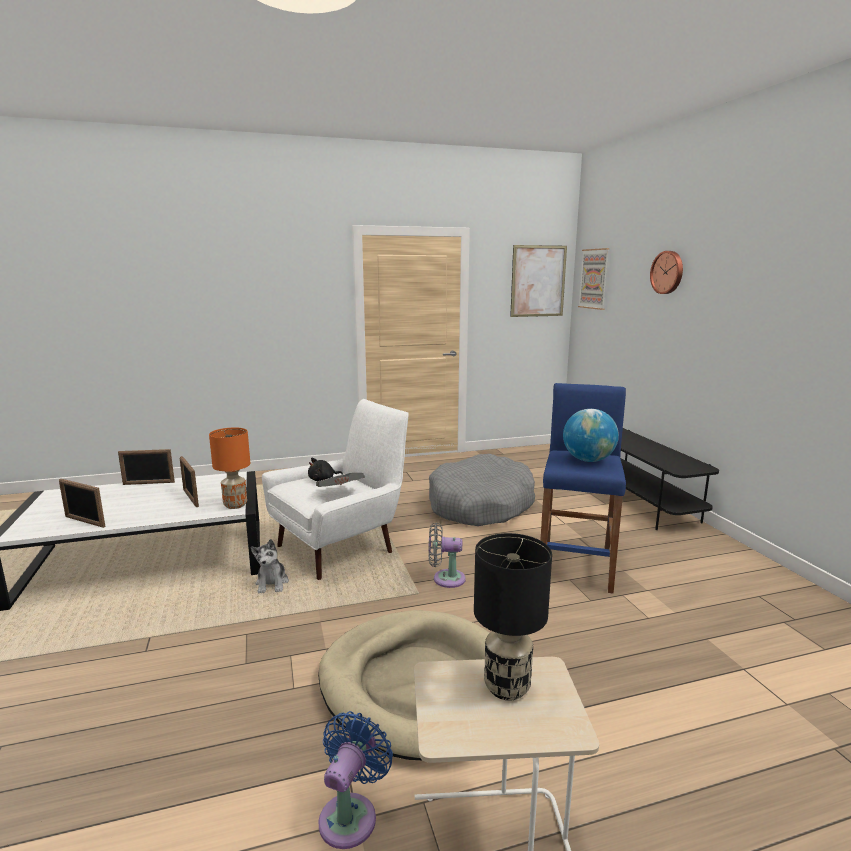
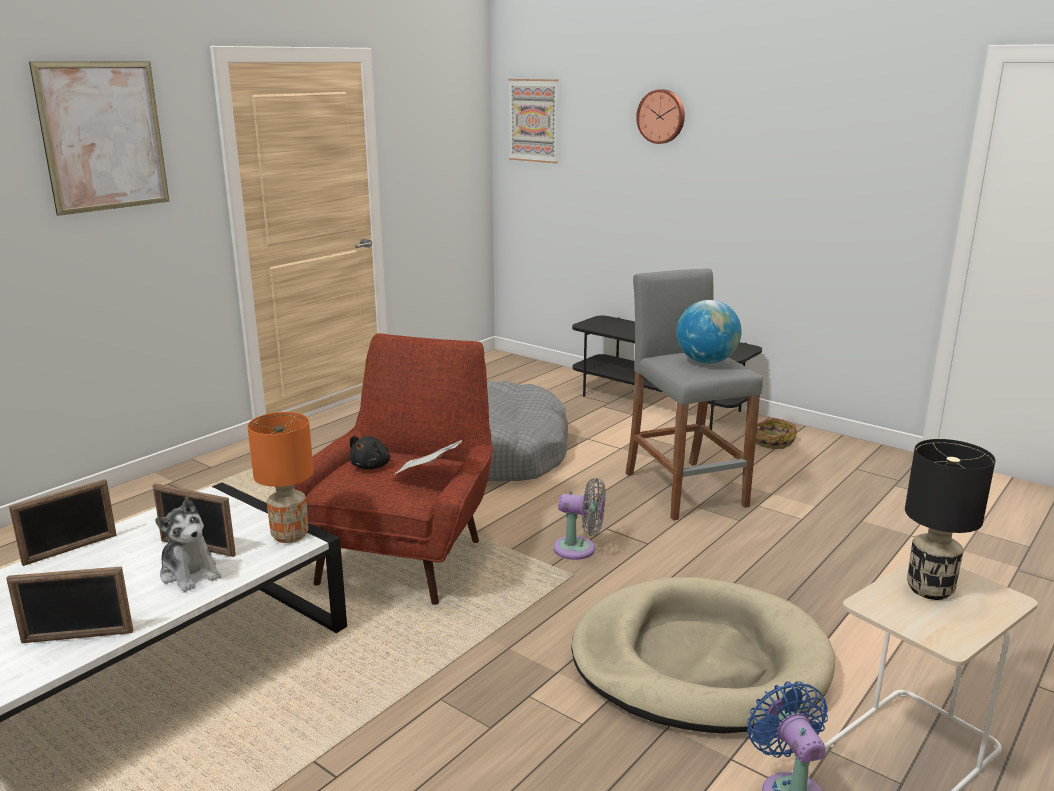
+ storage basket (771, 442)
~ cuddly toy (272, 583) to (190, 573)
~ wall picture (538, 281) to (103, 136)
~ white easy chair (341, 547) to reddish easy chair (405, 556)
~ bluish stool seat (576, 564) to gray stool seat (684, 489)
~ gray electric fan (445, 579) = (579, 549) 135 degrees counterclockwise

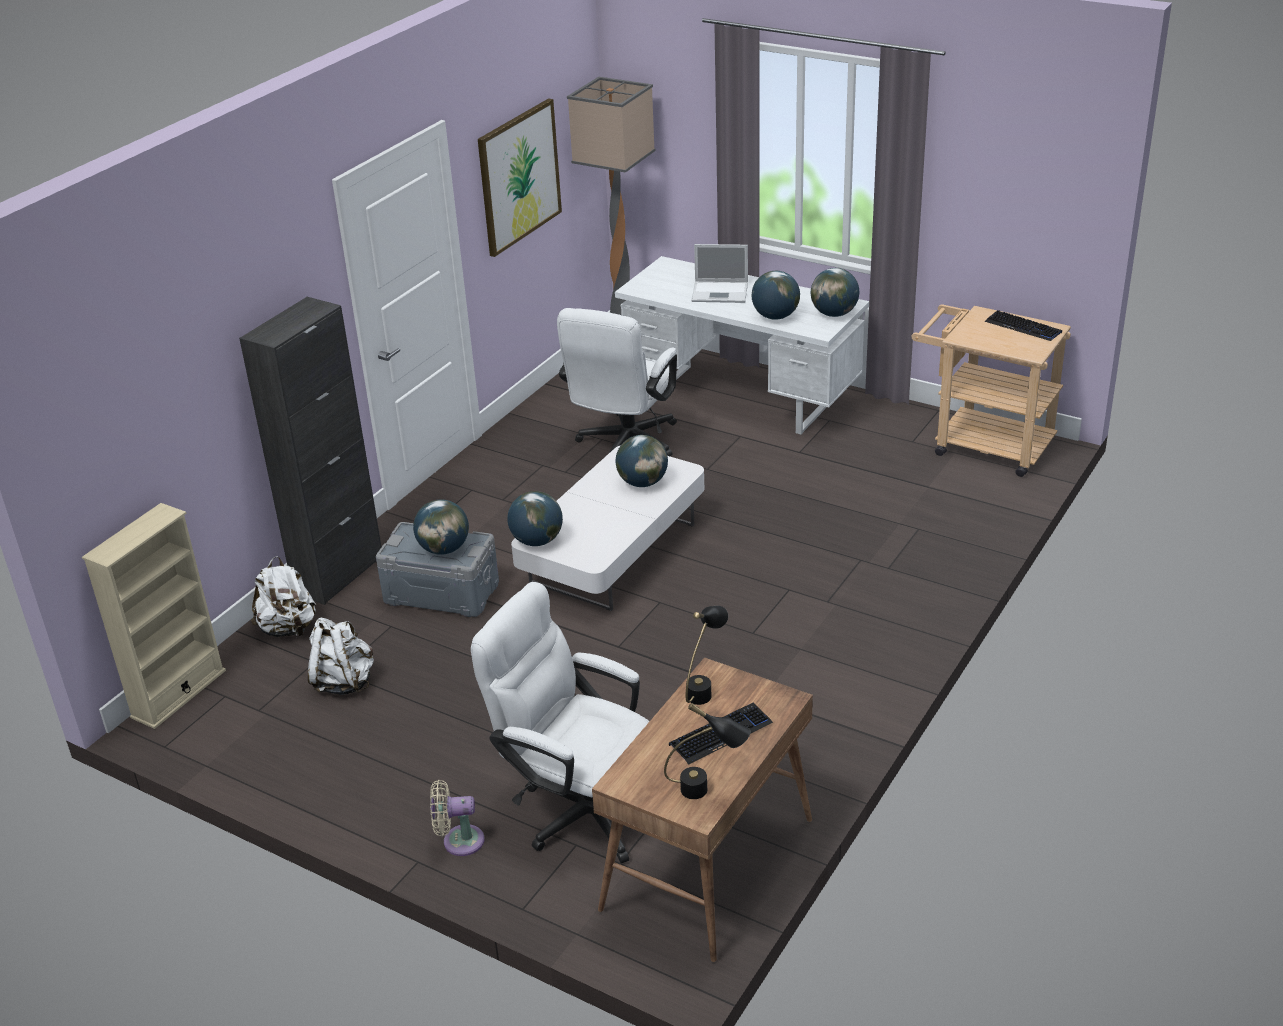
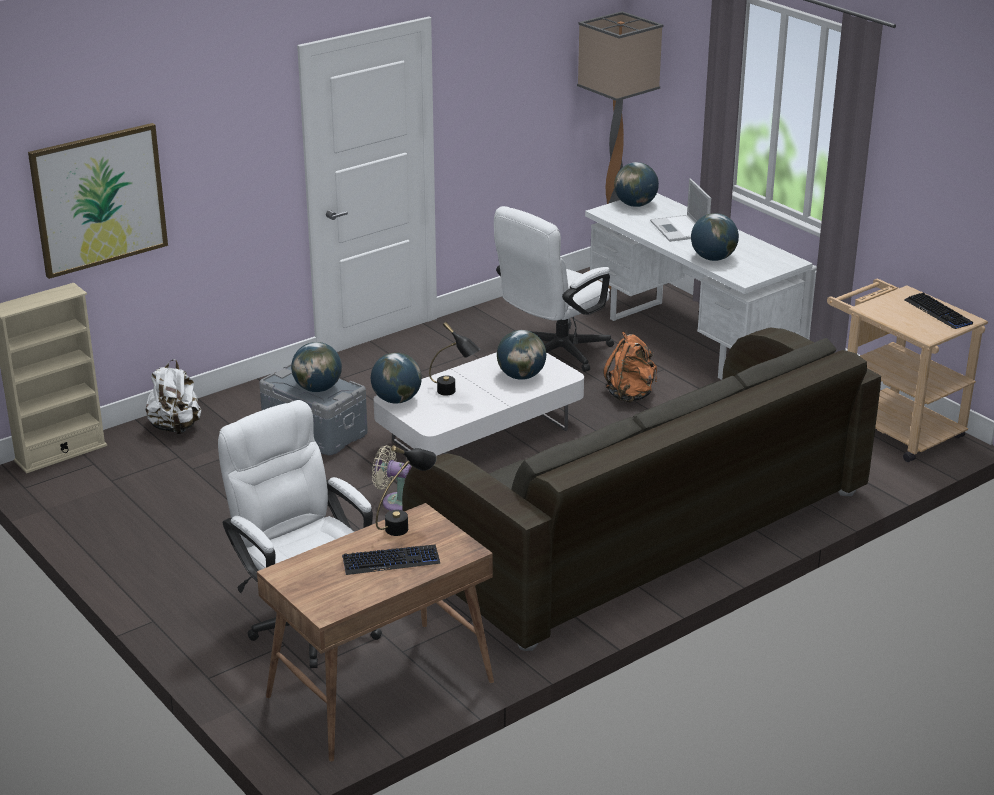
- black-coloured storage cabinet (338, 574)
- white knapsack (344, 682)
+ gray sofa (645, 529)
+ orange knapsack (630, 395)
~ beige electric fan (459, 841) to (395, 502)
~ wall picture (519, 176) to (99, 199)
~ black-coloured tabletop lamp (707, 791) to (454, 393)
~ world globe (834, 313) to (635, 205)
~ portable computer (721, 292) = (680, 229) 45 degrees clockwise

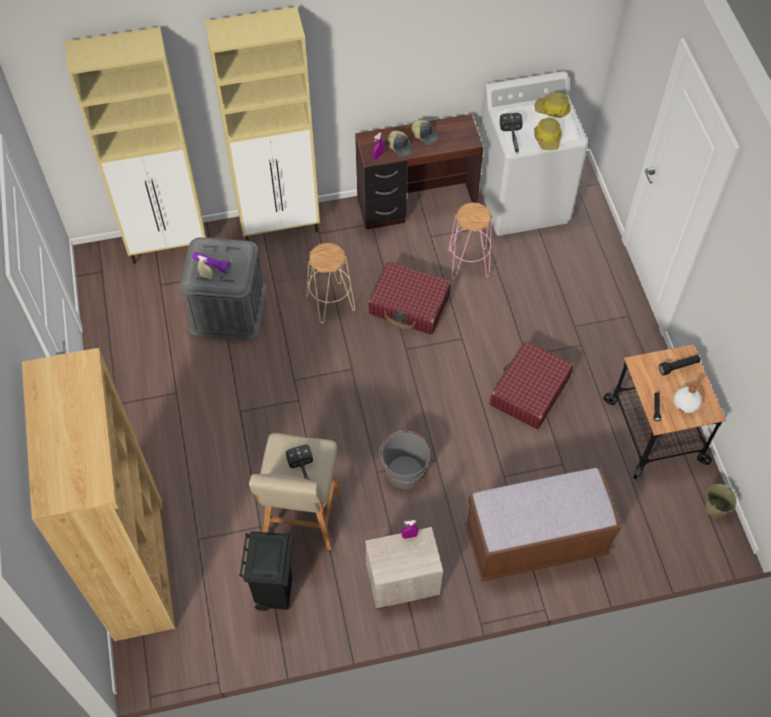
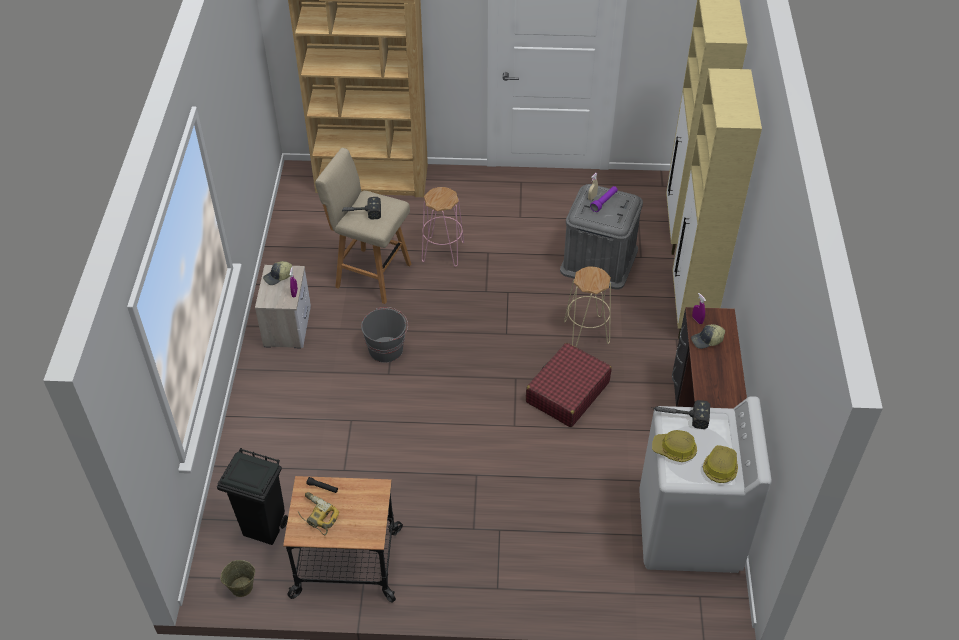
- brown-coloured long seat (535, 542)
- reddish suitcase (529, 391)
- black-coloured torch (678, 367)
~ black-coloured rubbish bin (275, 592) to (265, 528)
~ cap (425, 135) to (278, 277)
~ pink stool seat (468, 263) to (443, 251)
~ white bottle (686, 403) to power drill (316, 516)

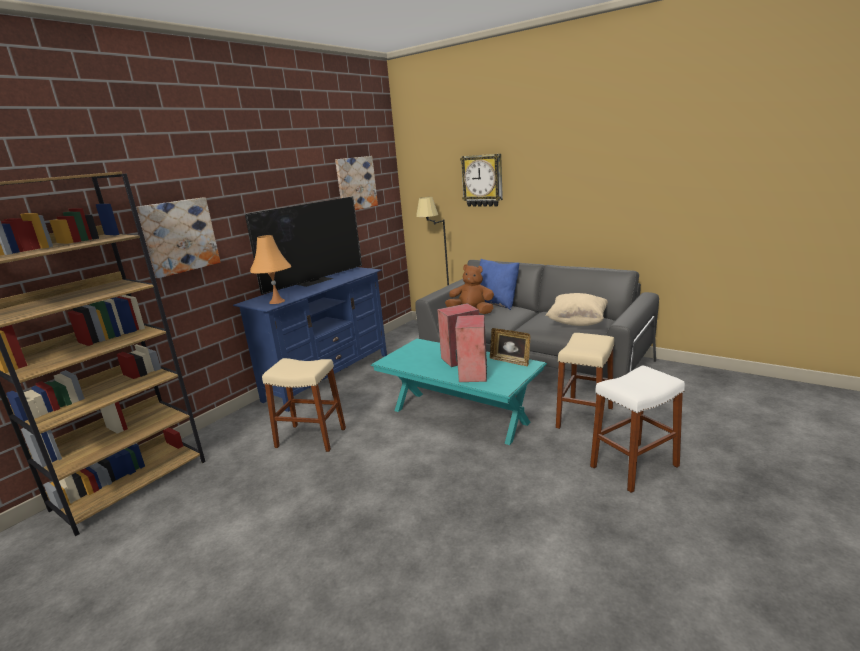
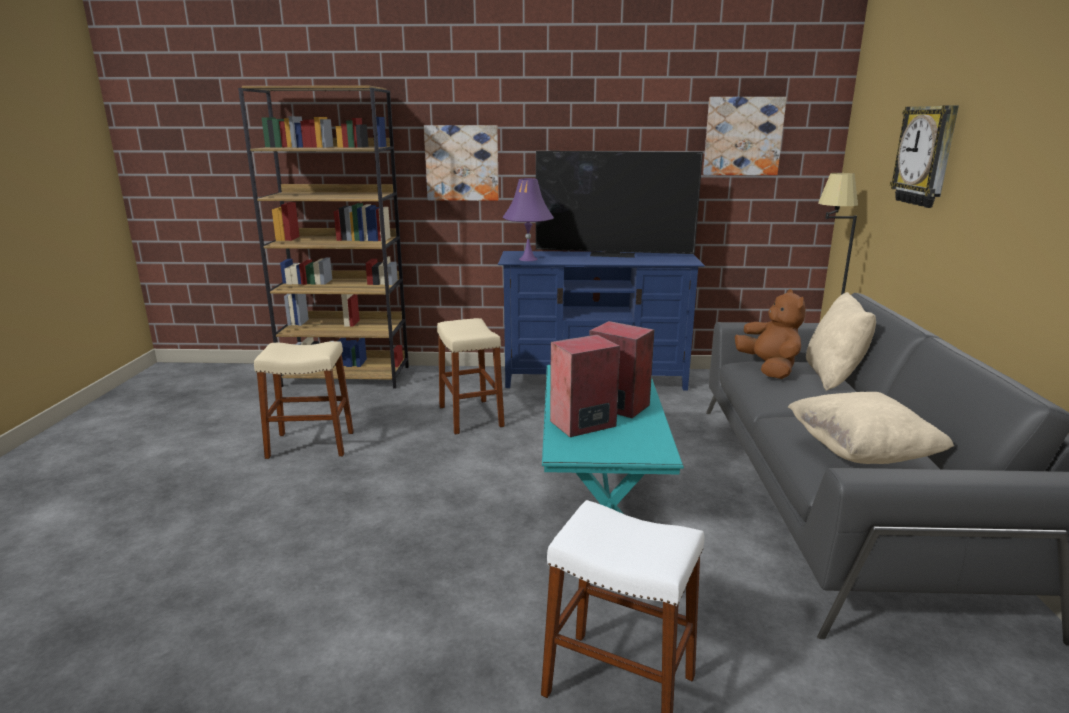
- standing frame (510, 361)
~ beige stool seat (585, 417) to (311, 445)
~ orange tabletop lamp (277, 301) to purple tabletop lamp (528, 259)
~ bluish cushion (496, 304) to beige cushion (833, 377)

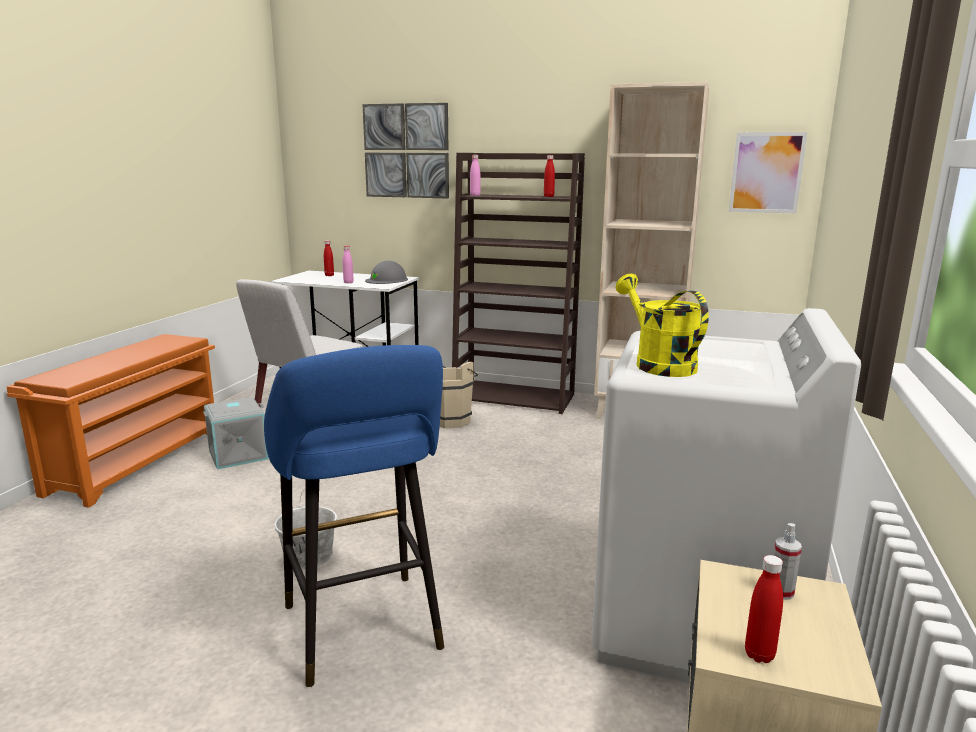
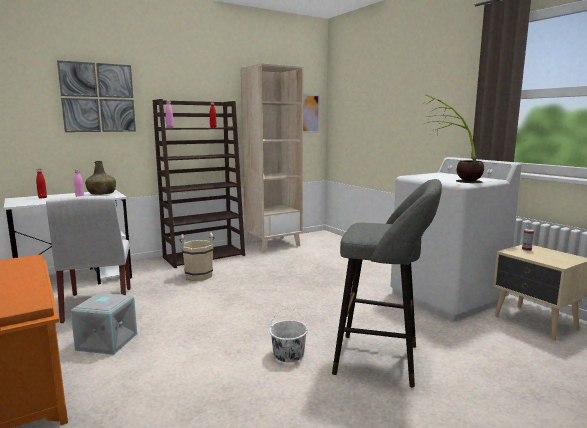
- reddish bottle (759, 655)
~ gray safety helmet (387, 280) to green-coloured bottle (102, 193)
~ yellowish sprinkling can (658, 364) to plant in a pot (453, 180)
~ bluish stool seat (364, 632) to gray stool seat (382, 360)

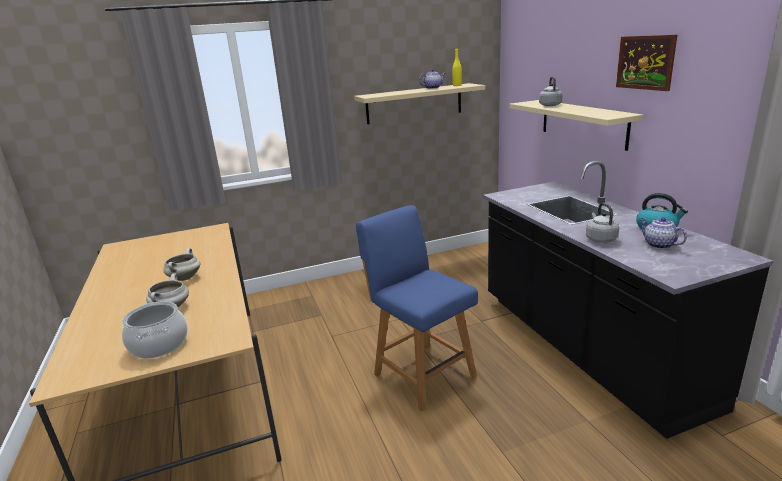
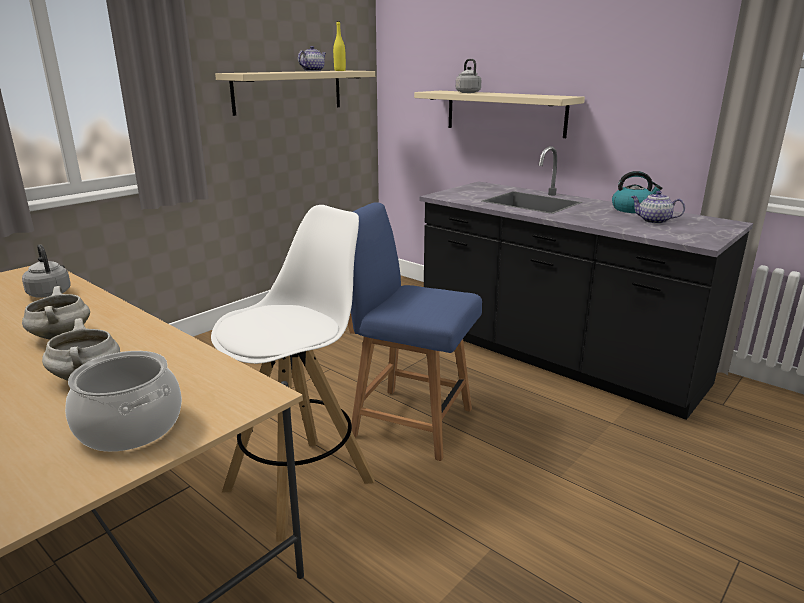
- wall picture (645, 62)
+ white stool seat (301, 484)
~ gray kettle (600, 239) to (49, 293)

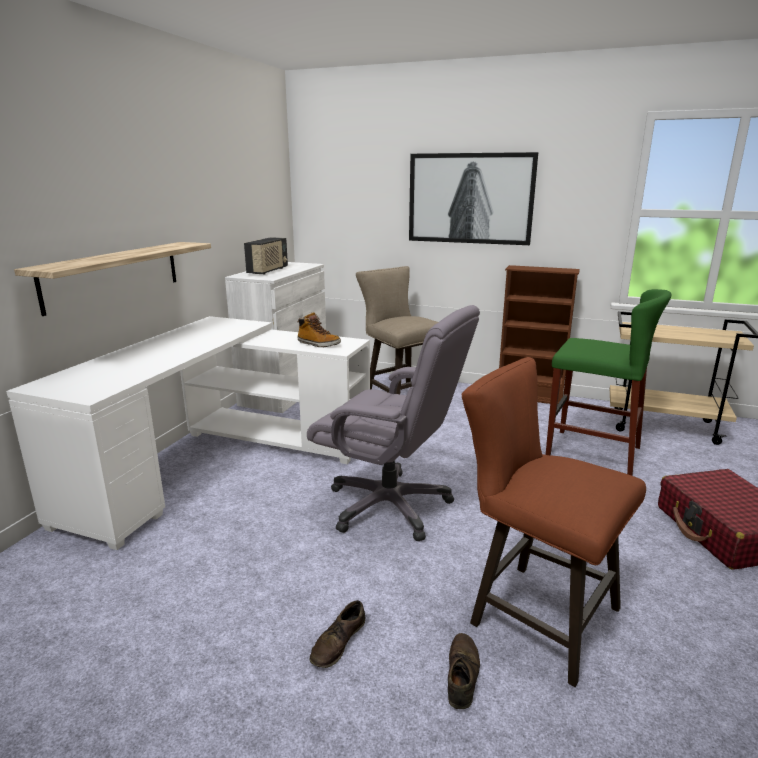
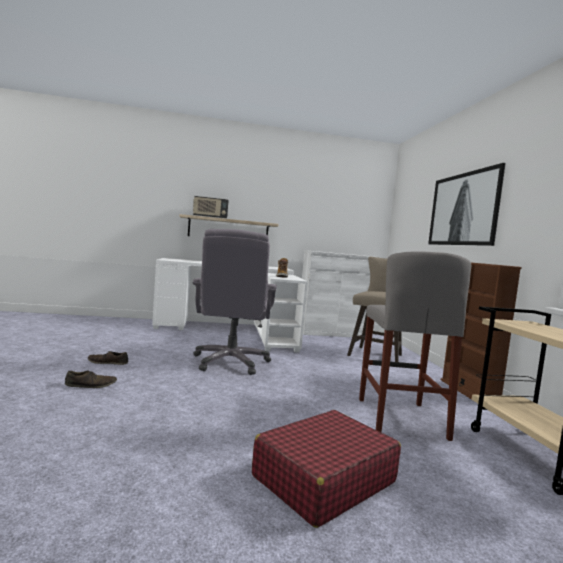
- brown-coloured stool seat (534, 612)
~ radio (268, 271) to (209, 217)
~ green-coloured stool seat (592, 452) to gray stool seat (400, 418)

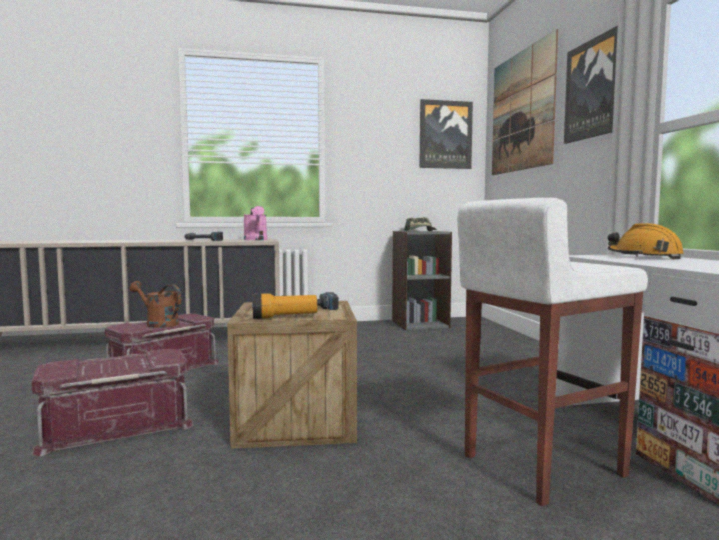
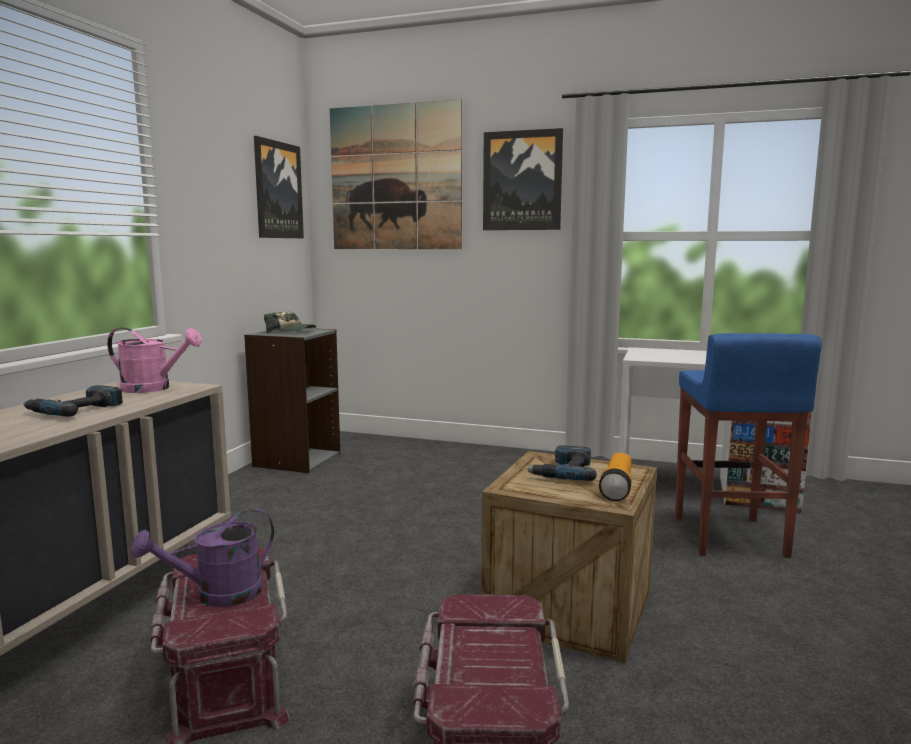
- orange safety helmet (644, 257)
~ brown-coloured sprinkling can (158, 324) to purple sprinkling can (217, 595)
~ white stool seat (540, 465) to bluish stool seat (728, 537)

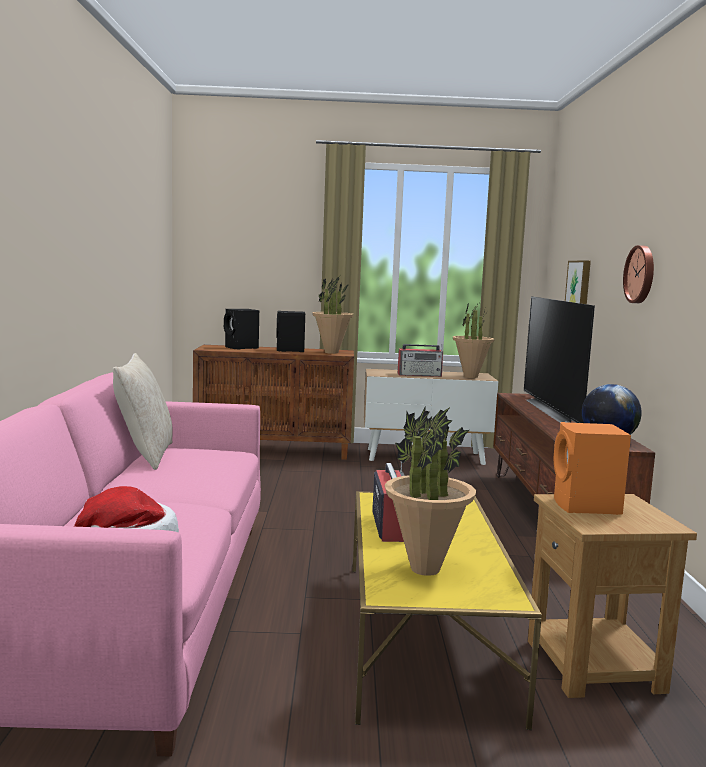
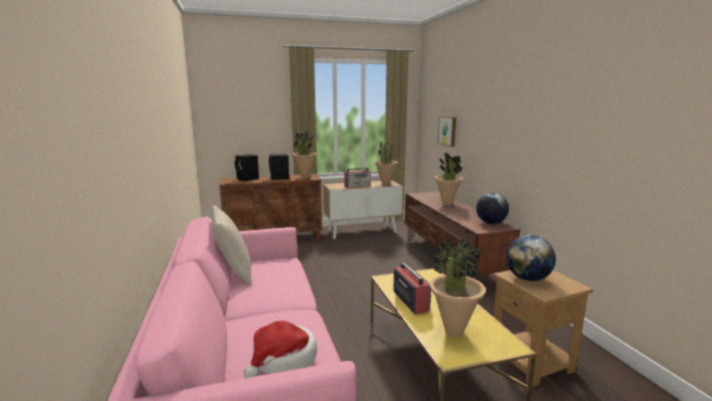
- clock on the wall (641, 274)
~ TV set (556, 411) to plant in a pot (447, 204)
~ orange audio speaker (586, 507) to world globe (527, 278)

